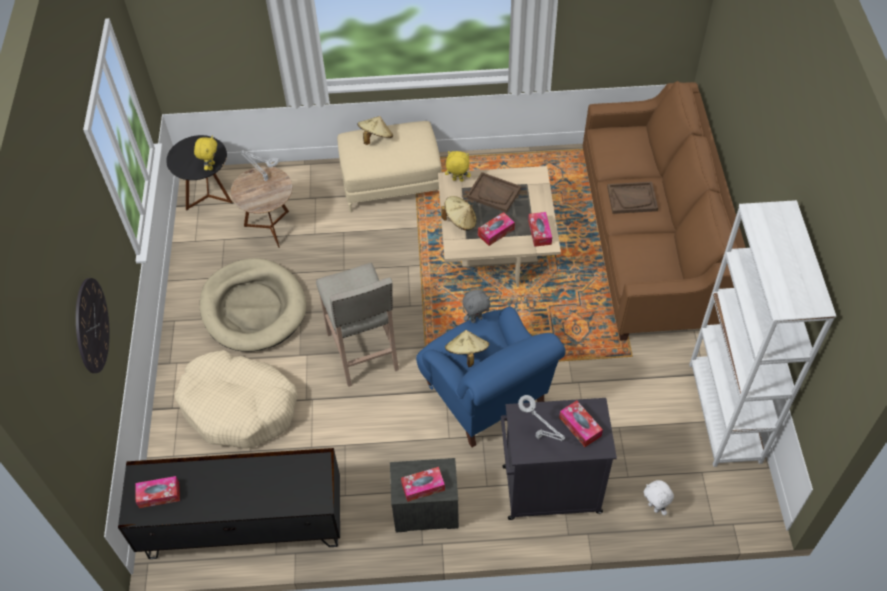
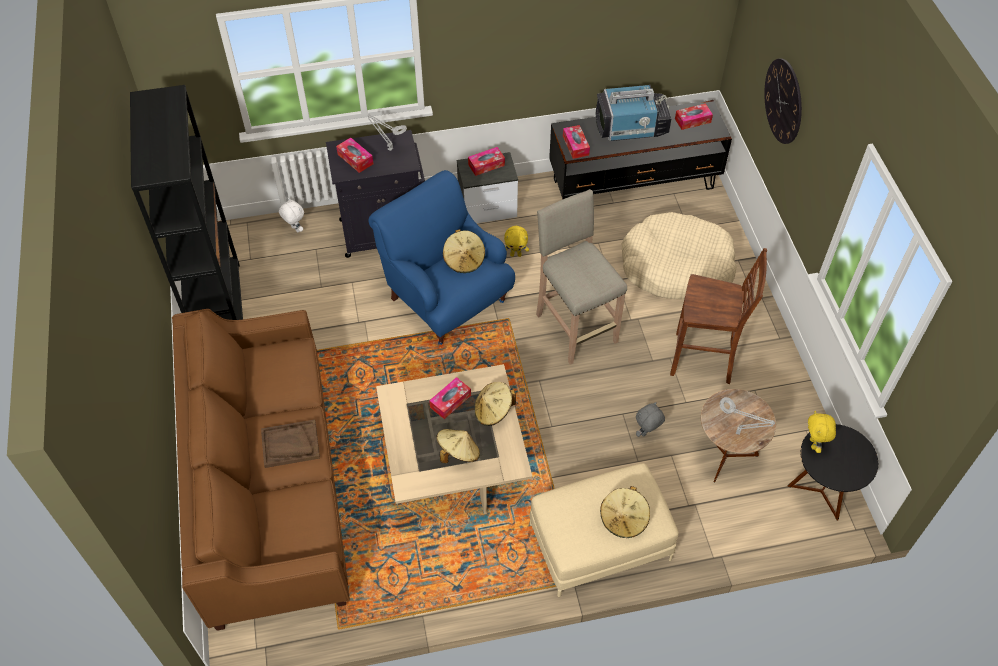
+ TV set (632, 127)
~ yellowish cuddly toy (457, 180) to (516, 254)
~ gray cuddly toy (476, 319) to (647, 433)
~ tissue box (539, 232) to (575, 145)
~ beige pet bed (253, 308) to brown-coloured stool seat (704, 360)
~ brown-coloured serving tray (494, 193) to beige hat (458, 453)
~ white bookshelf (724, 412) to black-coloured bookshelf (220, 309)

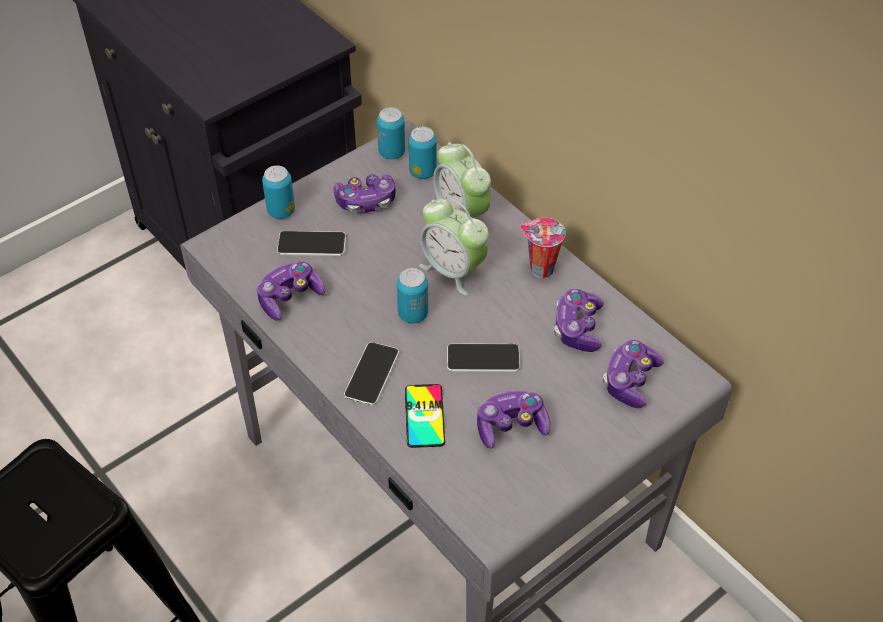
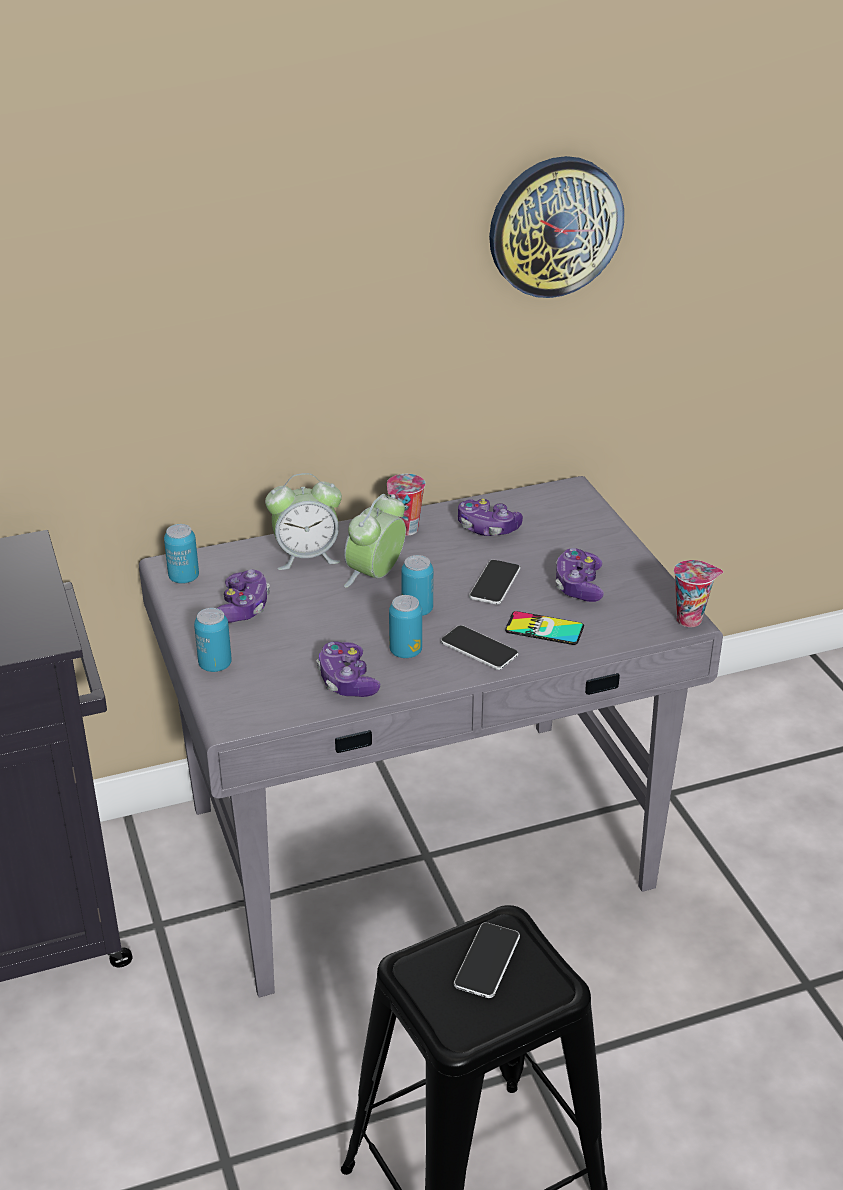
- joypad (630, 381)
+ clock on the wall (555, 226)
+ cup (690, 619)
~ phone (312, 245) to (487, 961)
~ metal can (423, 172) to (405, 651)
~ alarm clock (453, 270) = (375, 576) 150 degrees clockwise

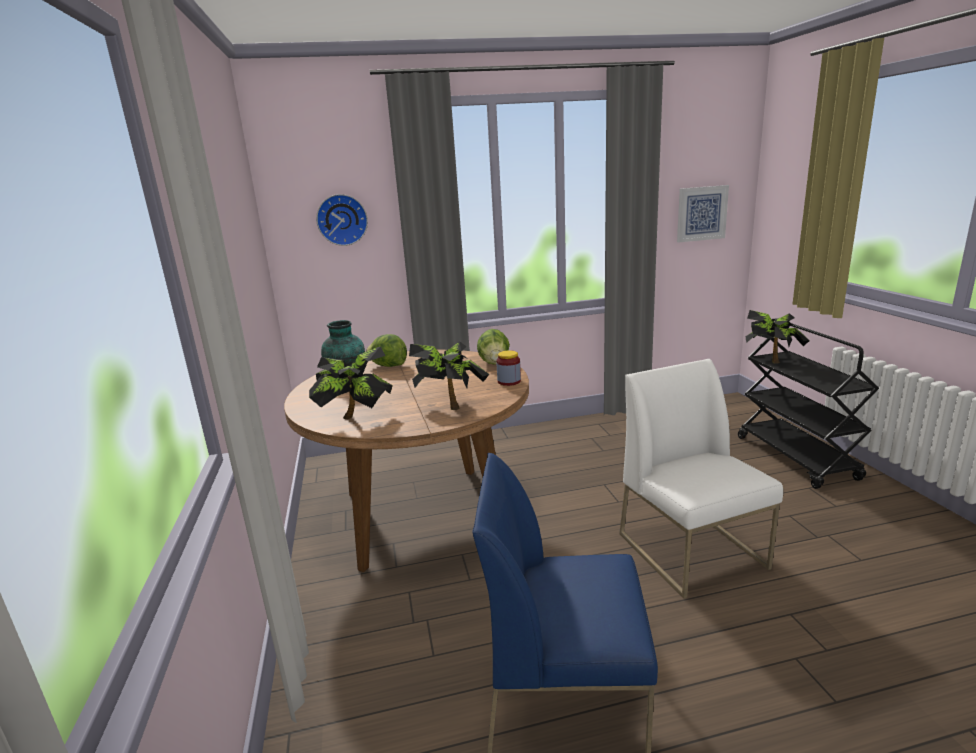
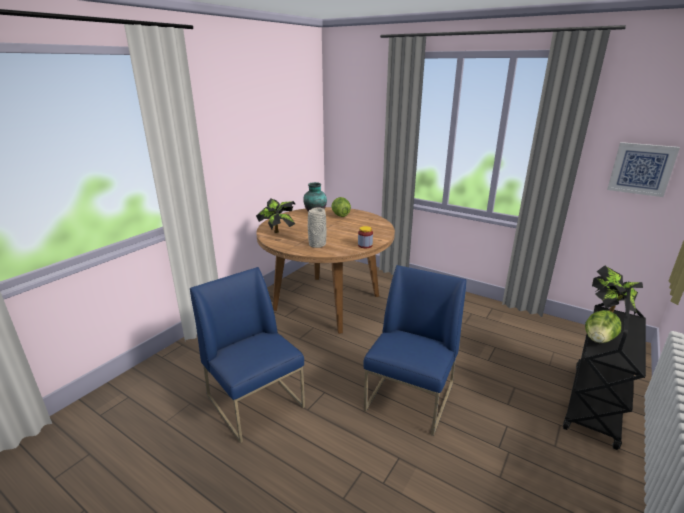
- clock on the wall (342, 220)
~ lettuce head (494, 362) to (598, 339)
~ plant in a pot (450, 405) to gray decorative vase (317, 244)
~ white upright chair (693, 551) to bluish upright chair (410, 397)

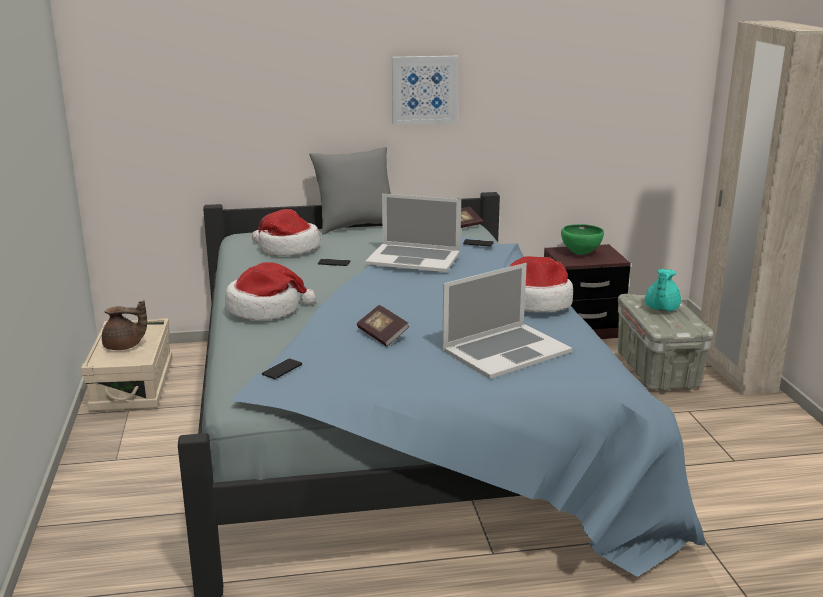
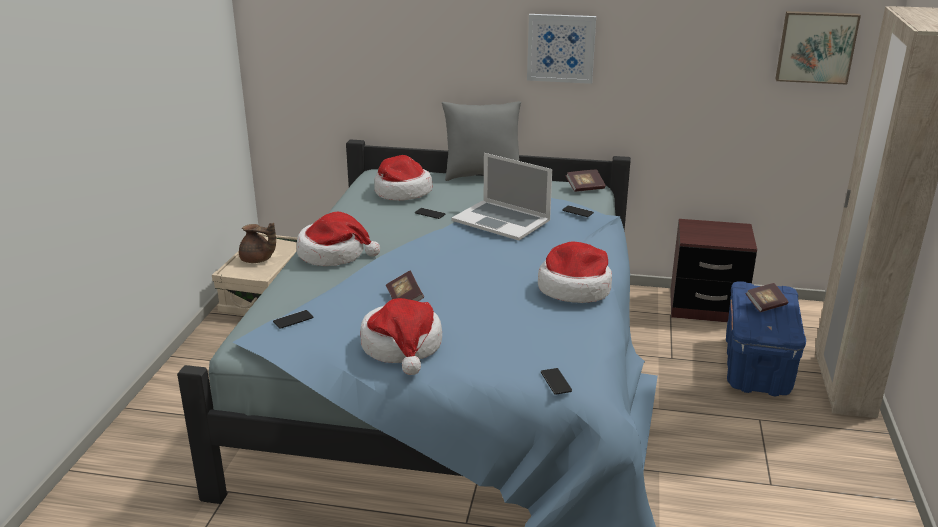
- portable computer (506, 350)
- green-coloured serving bowl (581, 253)
+ hat (402, 347)
+ phone (556, 382)
+ wall picture (816, 47)
~ turquoise teapot (660, 308) to bound book (765, 305)
~ gray storage container (658, 370) to bluish storage container (757, 368)

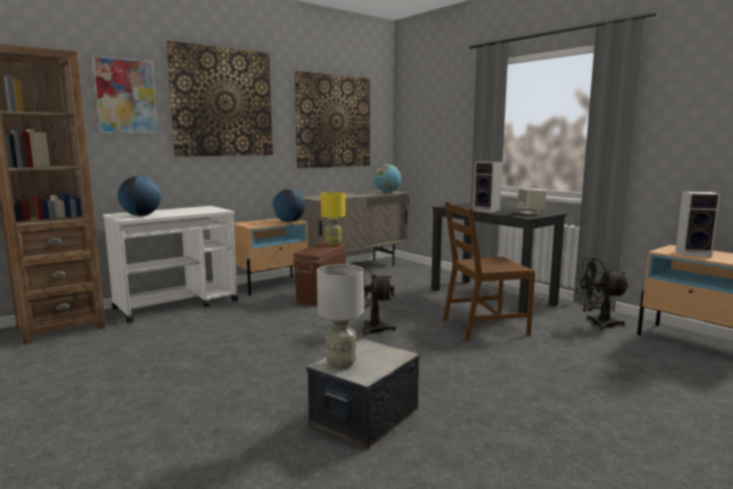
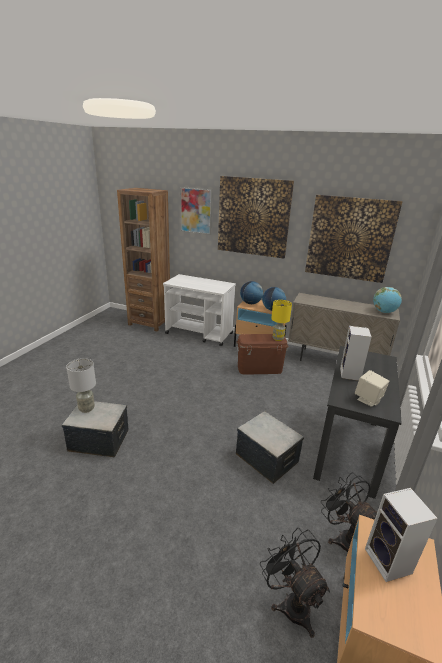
~ world globe (141, 215) to (250, 303)
~ black-coloured electric fan (368, 330) to (291, 602)
~ brown-coloured upright chair (483, 327) to storage container (267, 458)

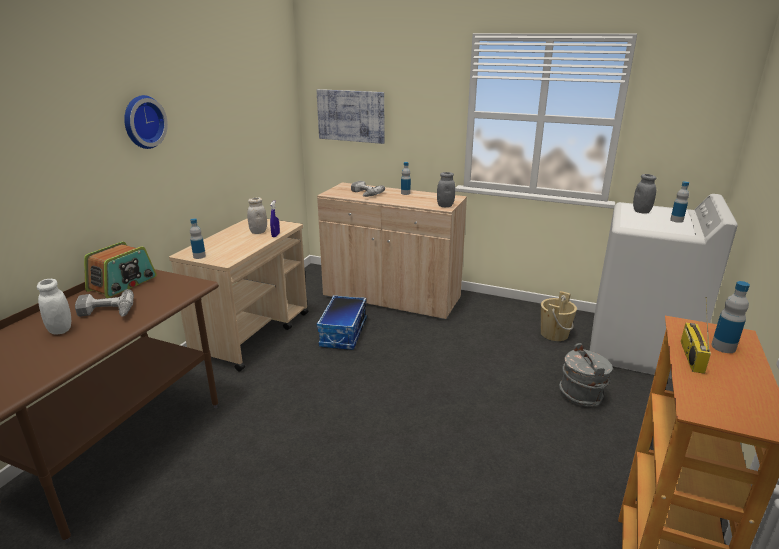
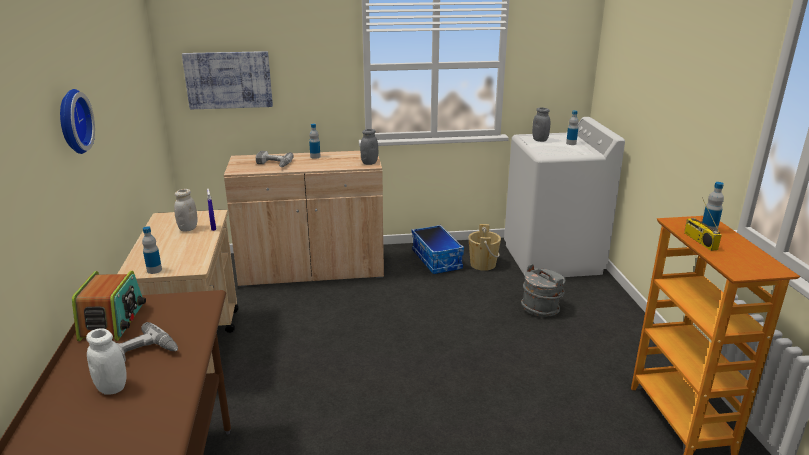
~ storage container (344, 333) to (437, 260)

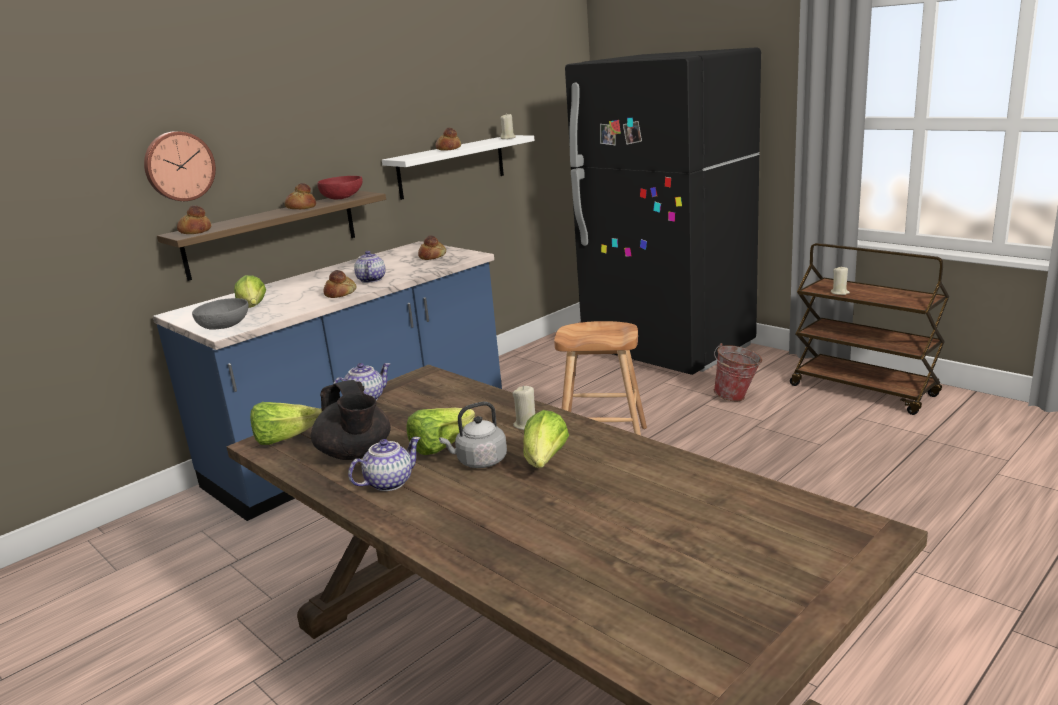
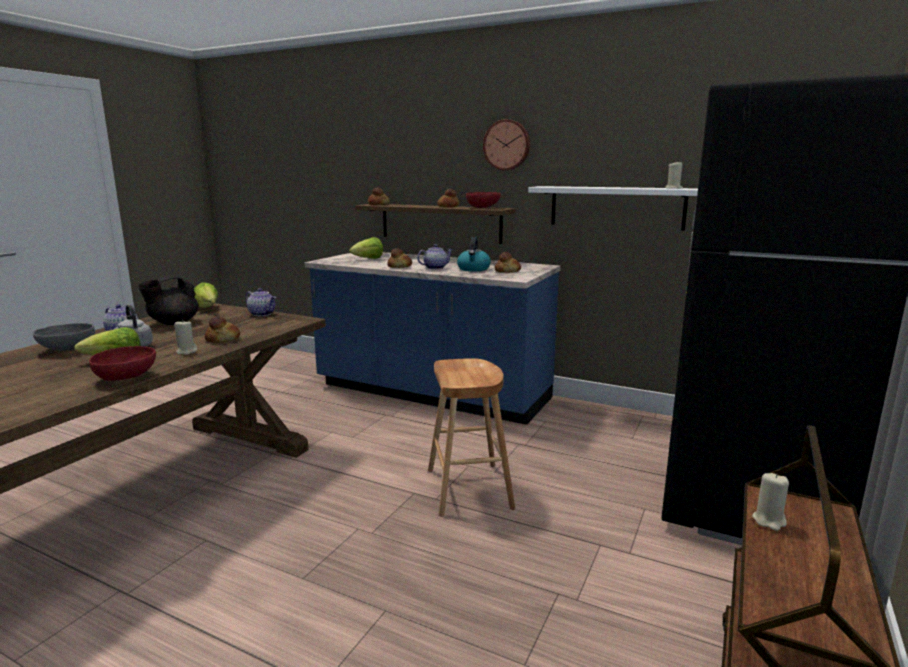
- lettuce head (441, 446)
- water bucket (737, 398)
+ reddish serving bowl (126, 378)
+ kettle (473, 269)
~ clock on the wall (179, 166) to (507, 145)
~ gray serving bowl (225, 327) to (67, 350)
~ baked bread (449, 149) to (223, 339)

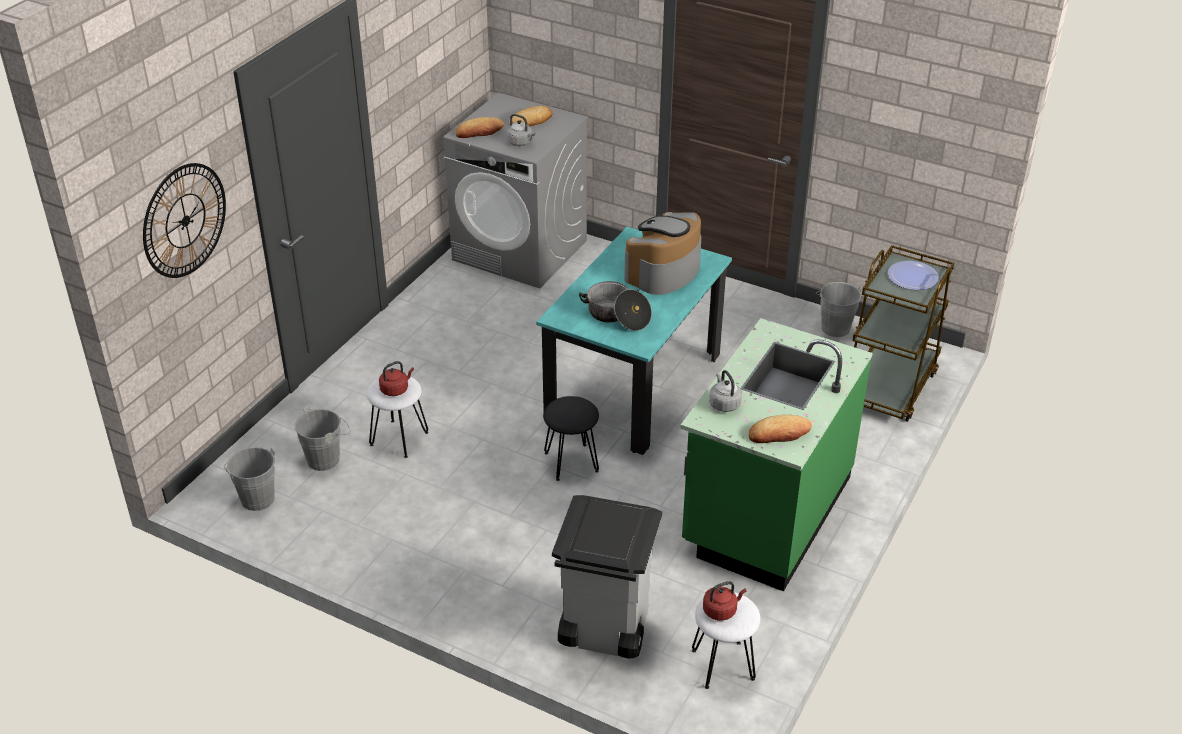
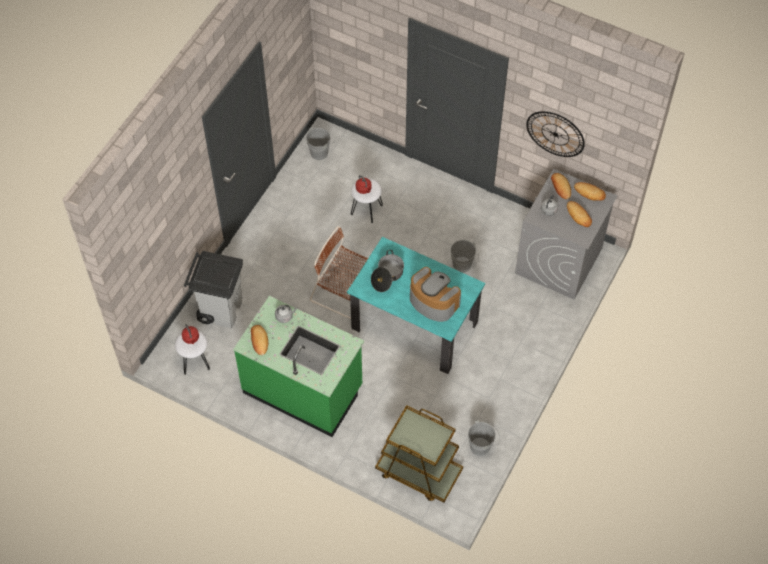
- plate (912, 277)
+ baked bread (589, 193)
~ clock on the wall (185, 220) to (555, 134)
~ gray water bucket (327, 458) to (463, 266)
~ black-coloured stool seat (570, 462) to brown-coloured upright chair (346, 293)

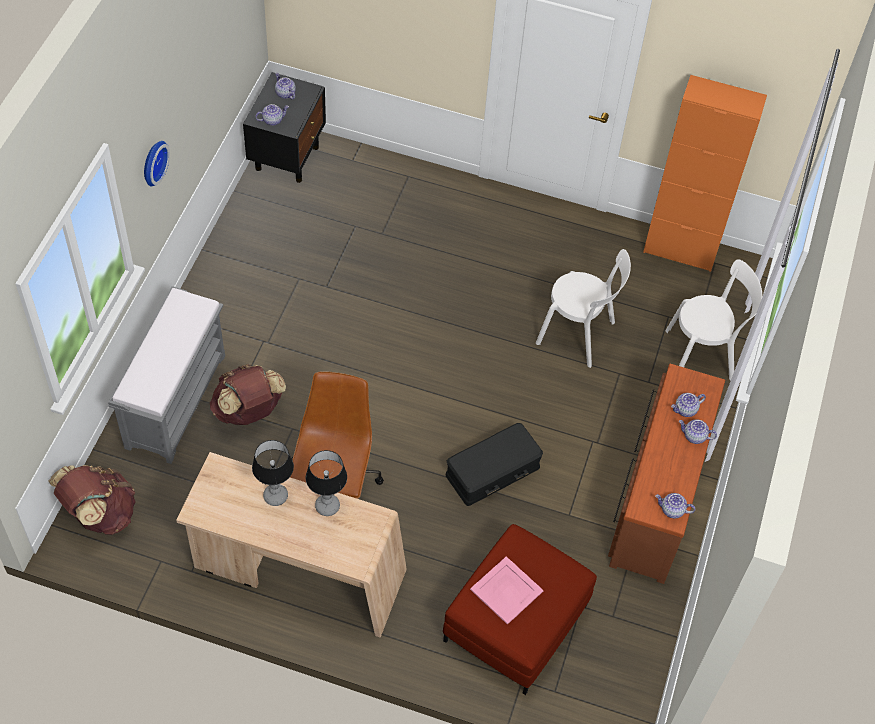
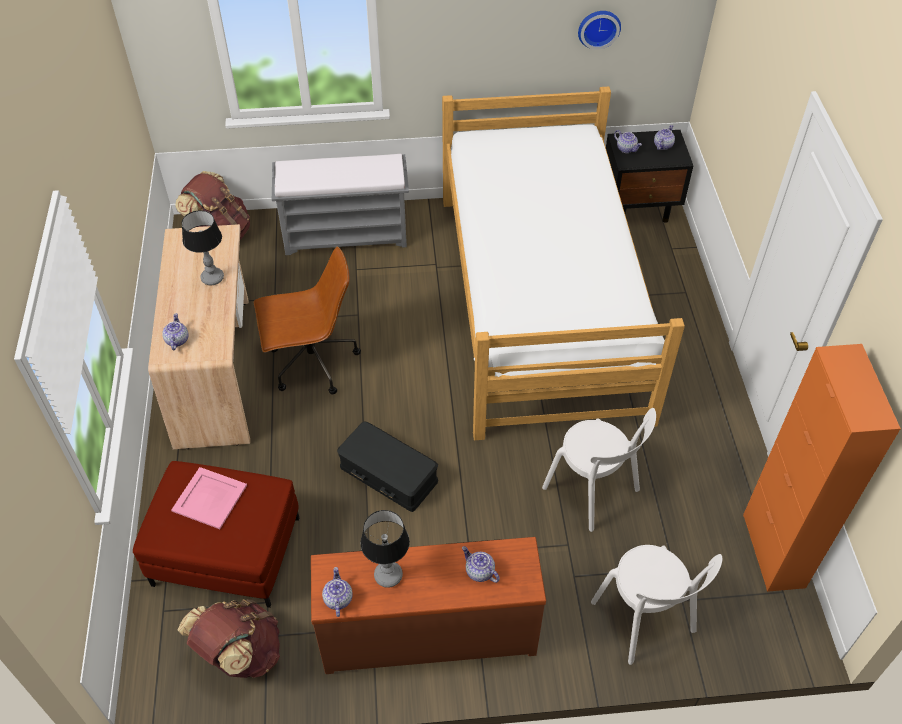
+ bedroom bed (541, 303)
~ clock on the wall (152, 162) to (598, 27)
~ brown-coloured knapsack (248, 411) to (240, 654)
~ tabletop lamp (326, 506) to (388, 575)
~ teapot (694, 436) to (177, 340)
~ white upright chair (579, 334) = (594, 491) 45 degrees counterclockwise

